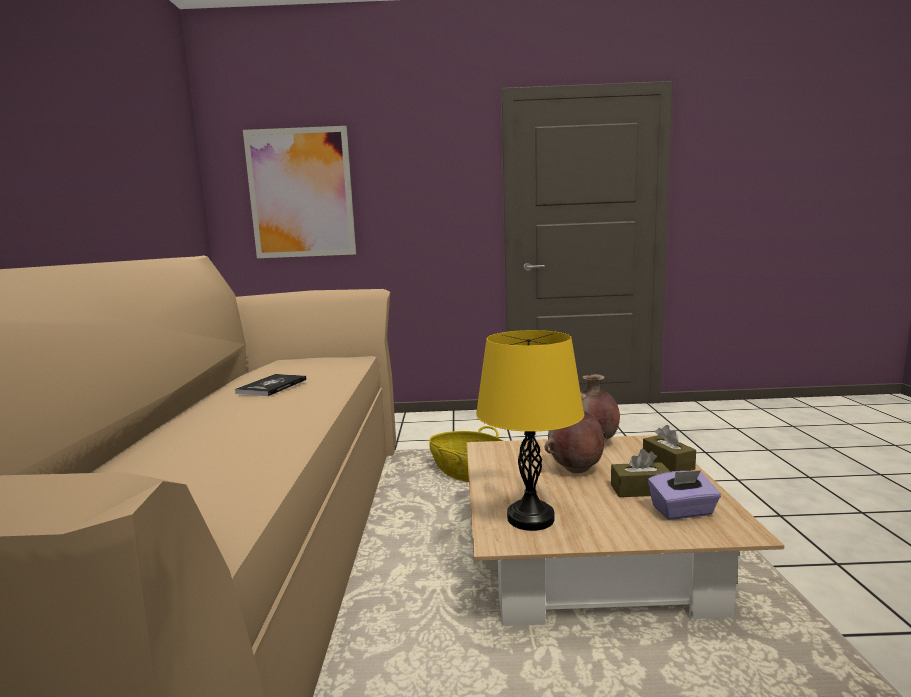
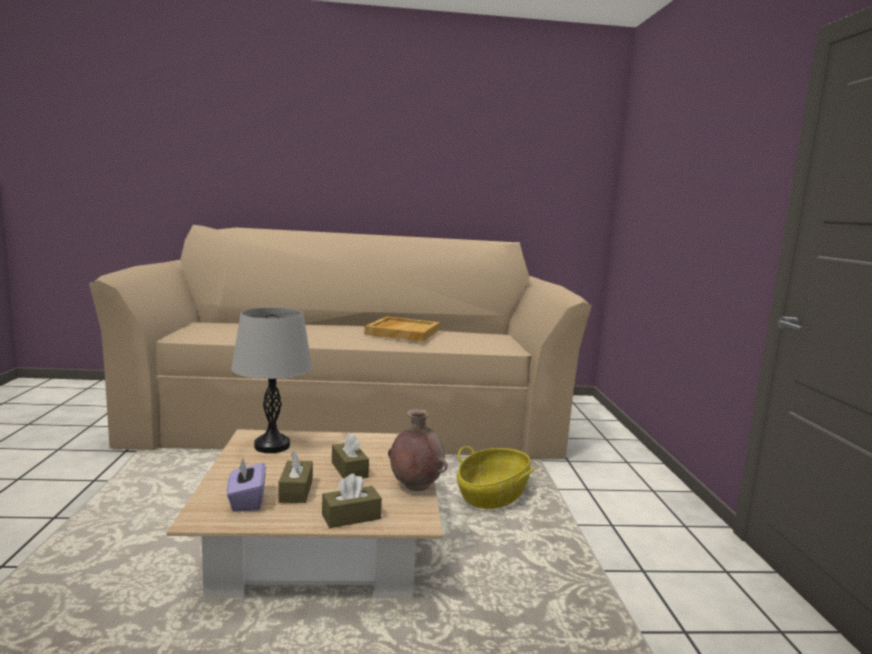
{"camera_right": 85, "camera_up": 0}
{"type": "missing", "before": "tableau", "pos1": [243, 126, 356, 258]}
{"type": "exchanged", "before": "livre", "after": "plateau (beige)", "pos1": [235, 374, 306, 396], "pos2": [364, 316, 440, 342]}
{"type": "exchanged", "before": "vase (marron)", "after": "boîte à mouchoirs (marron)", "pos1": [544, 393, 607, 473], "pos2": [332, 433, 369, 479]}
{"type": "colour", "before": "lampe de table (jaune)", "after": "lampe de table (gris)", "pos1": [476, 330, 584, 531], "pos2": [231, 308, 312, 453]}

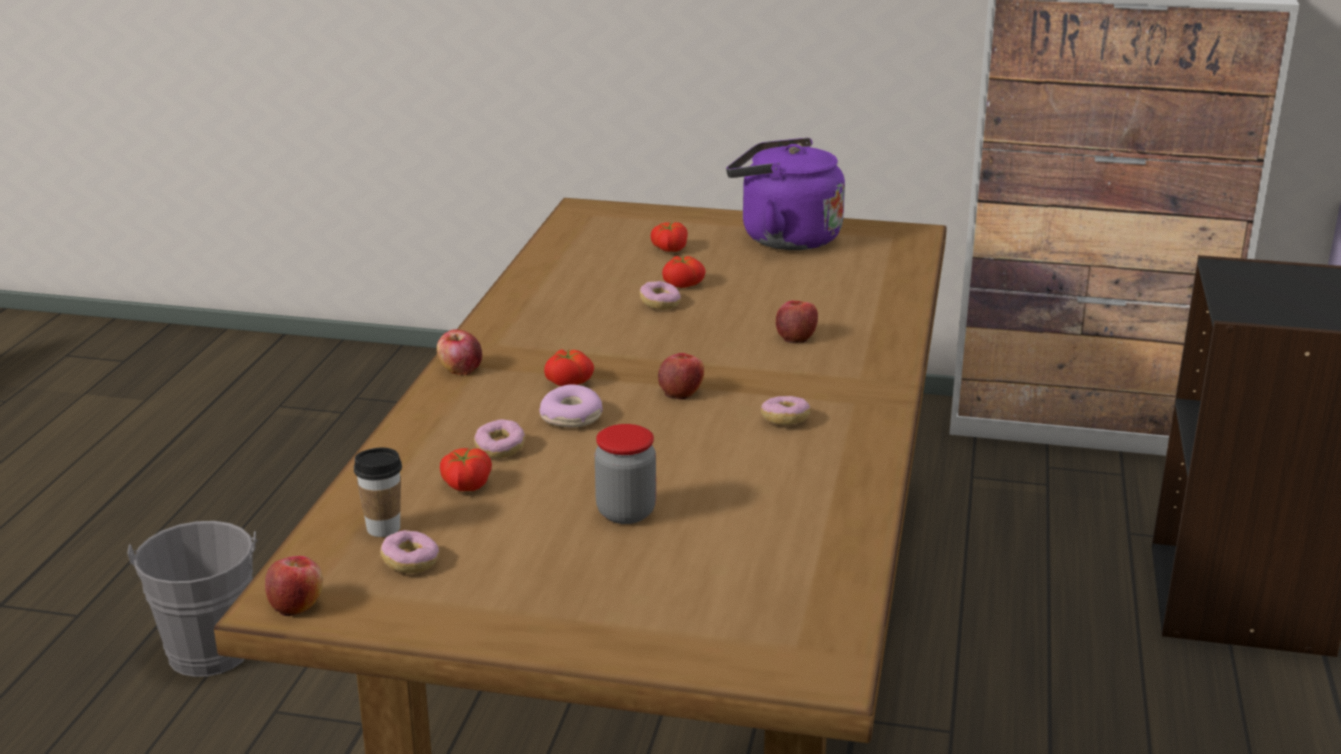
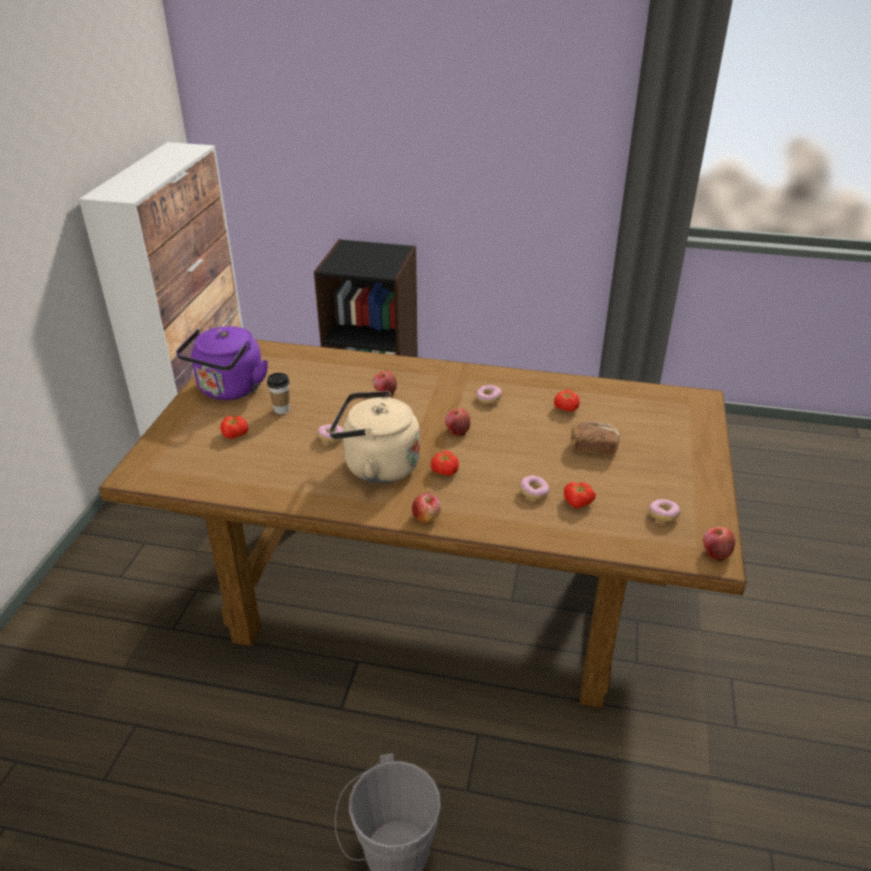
{"camera_right": -90, "camera_up": 10}
{"type": "missing", "before": "beignet", "pos1": [539, 385, 603, 428]}
{"type": "appeared", "after": "bouilloire (beige)", "pos2": [329, 391, 420, 483]}
{"type": "relocated", "before": "tasse", "pos1": [354, 448, 402, 537], "pos2": [267, 373, 290, 414]}
{"type": "relocated", "before": "tomate", "pos1": [662, 256, 706, 288], "pos2": [554, 390, 580, 412]}
{"type": "exchanged", "before": "bocal", "after": "pain", "pos1": [595, 424, 656, 524], "pos2": [571, 421, 620, 455]}

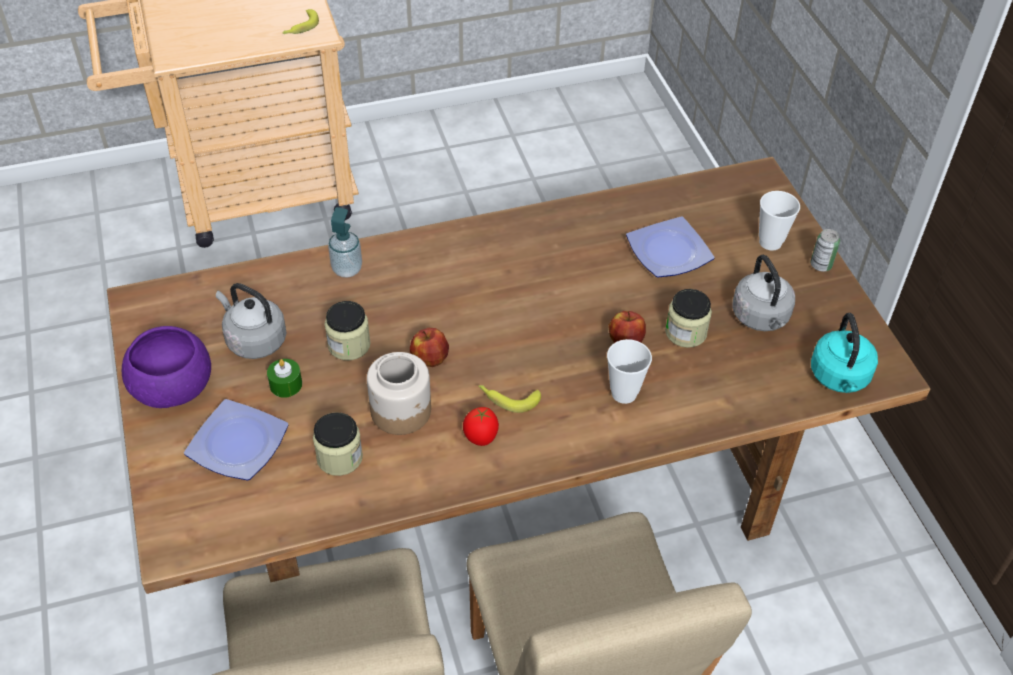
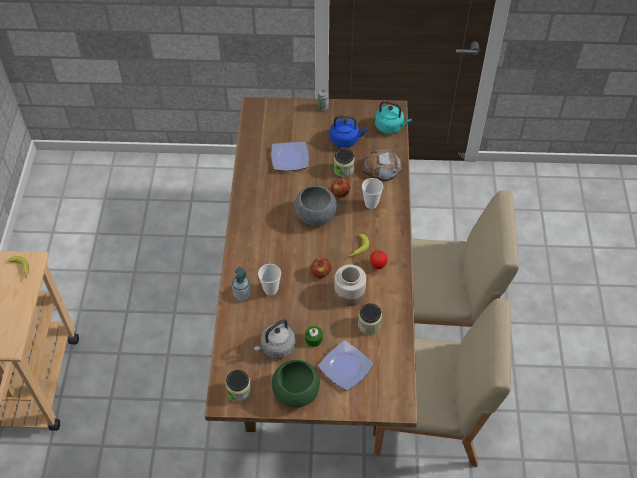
{"camera_right": -70, "camera_up": 5}
{"type": "appeared", "after": "bol (gris)", "pos2": [295, 186, 337, 226]}
{"type": "appeared", "after": "pain", "pos2": [363, 149, 402, 181]}
{"type": "relocated", "before": "bocal", "pos1": [324, 301, 371, 360], "pos2": [225, 370, 252, 403]}
{"type": "relocated", "before": "tasse", "pos1": [759, 191, 800, 251], "pos2": [258, 264, 281, 296]}
{"type": "colour", "before": "bol (violet)", "after": "bol (vert)", "pos1": [122, 326, 211, 408], "pos2": [272, 360, 320, 408]}
{"type": "colour", "before": "bouilloire (gris)", "after": "bouilloire (bleu)", "pos1": [732, 255, 795, 331], "pos2": [330, 115, 368, 148]}

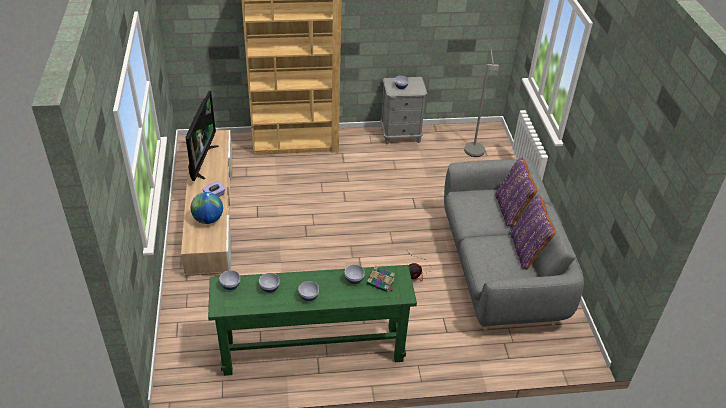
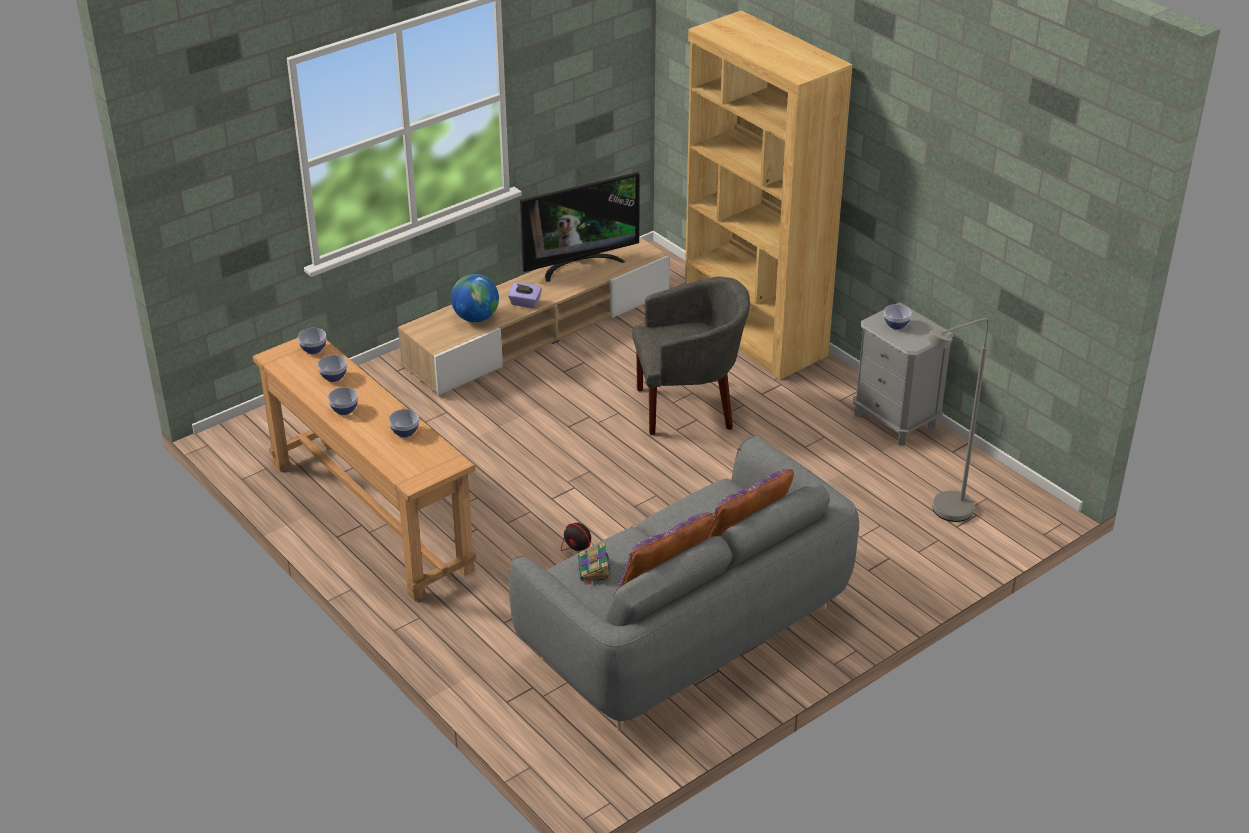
{"camera_right": 60, "camera_up": -5}
{"type": "appeared", "after": "fauteuil (gris)", "pos2": [632, 277, 750, 435]}
{"type": "relocated", "before": "livre", "pos1": [367, 266, 395, 292], "pos2": [578, 542, 611, 584]}
{"type": "colour", "before": "table console (vert)", "after": "table console (marron)", "pos1": [208, 265, 417, 376], "pos2": [252, 338, 476, 601]}

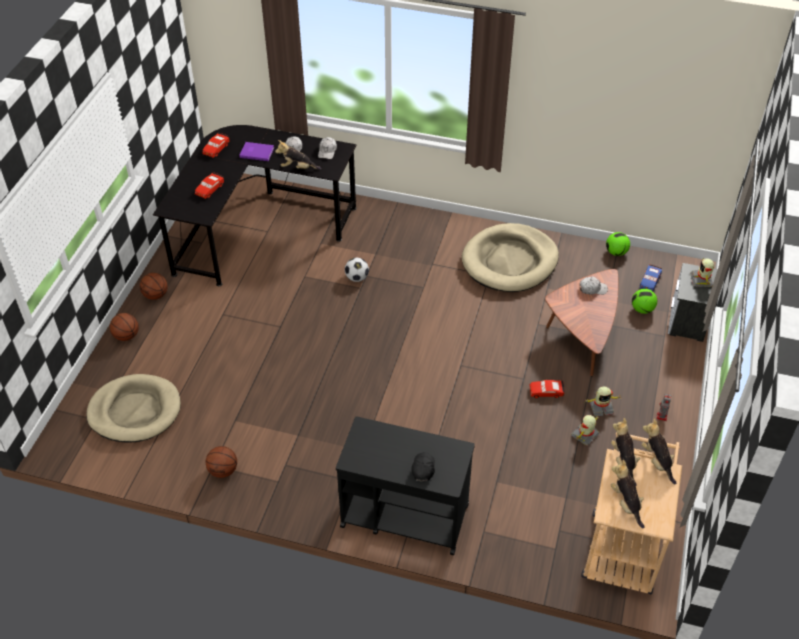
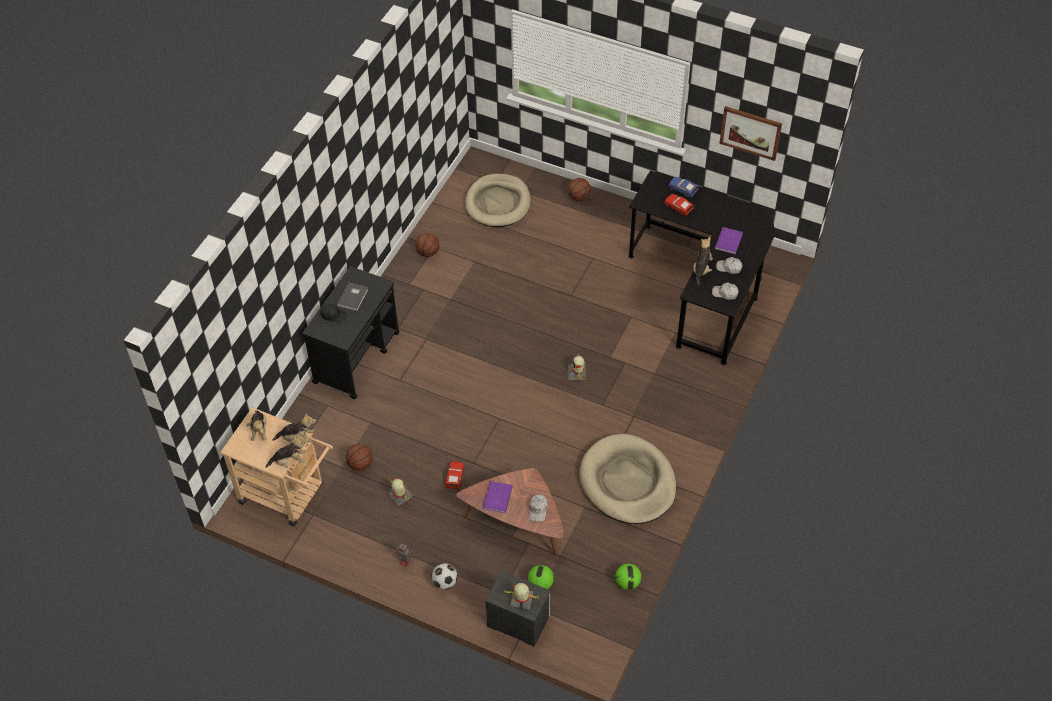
{"camera_right": 100, "camera_up": 5}
{"type": "missing", "before": "petite voiture (rouge)", "pos1": [202, 133, 229, 158]}
{"type": "appeared", "after": "livre (gris)", "pos2": [337, 282, 368, 311]}
{"type": "appeared", "after": "livre (violet)", "pos2": [483, 481, 513, 513]}
{"type": "appeared", "after": "tableau", "pos2": [719, 106, 782, 161]}
{"type": "relocated", "before": "ballon de basket", "pos1": [140, 273, 168, 300], "pos2": [346, 444, 373, 471]}
{"type": "relocated", "before": "ballon de foot", "pos1": [345, 258, 369, 282], "pos2": [431, 563, 458, 589]}
{"type": "relocated", "before": "robot jouet", "pos1": [584, 386, 622, 417], "pos2": [568, 354, 586, 380]}
{"type": "relocated", "before": "petite voiture (bleu)", "pos1": [640, 264, 662, 291], "pos2": [668, 177, 699, 197]}
{"type": "spun", "before": "peluche", "pos1": [611, 460, 645, 528], "pos2": [247, 410, 267, 441], "turn": 90}

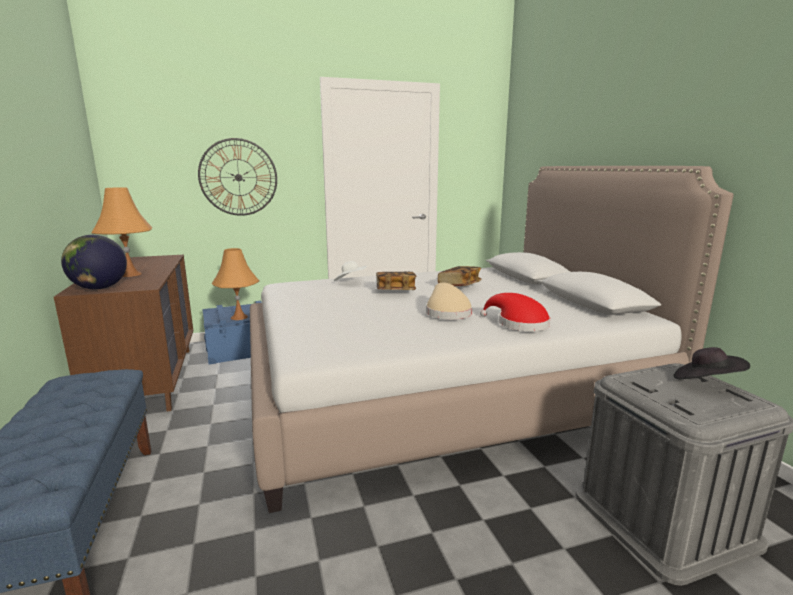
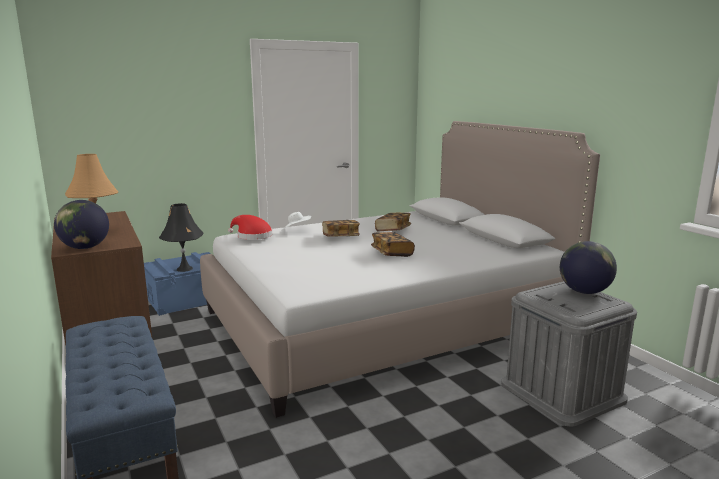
{"camera_right": -10, "camera_up": 0}
{"type": "missing", "before": "horloge murale", "pos1": [198, 138, 277, 216]}
{"type": "relocated", "before": "chapeau (rouge)", "pos1": [480, 293, 550, 331], "pos2": [228, 215, 272, 240]}
{"type": "exchanged", "before": "chapeau (beige)", "after": "livre", "pos1": [426, 283, 472, 319], "pos2": [371, 232, 415, 257]}
{"type": "exchanged", "before": "chapeau (noir)", "after": "globe", "pos1": [674, 347, 750, 379], "pos2": [560, 241, 617, 294]}
{"type": "colour", "before": "lampe de table (orange)", "after": "lampe de table (noir)", "pos1": [212, 248, 259, 320], "pos2": [159, 203, 204, 272]}

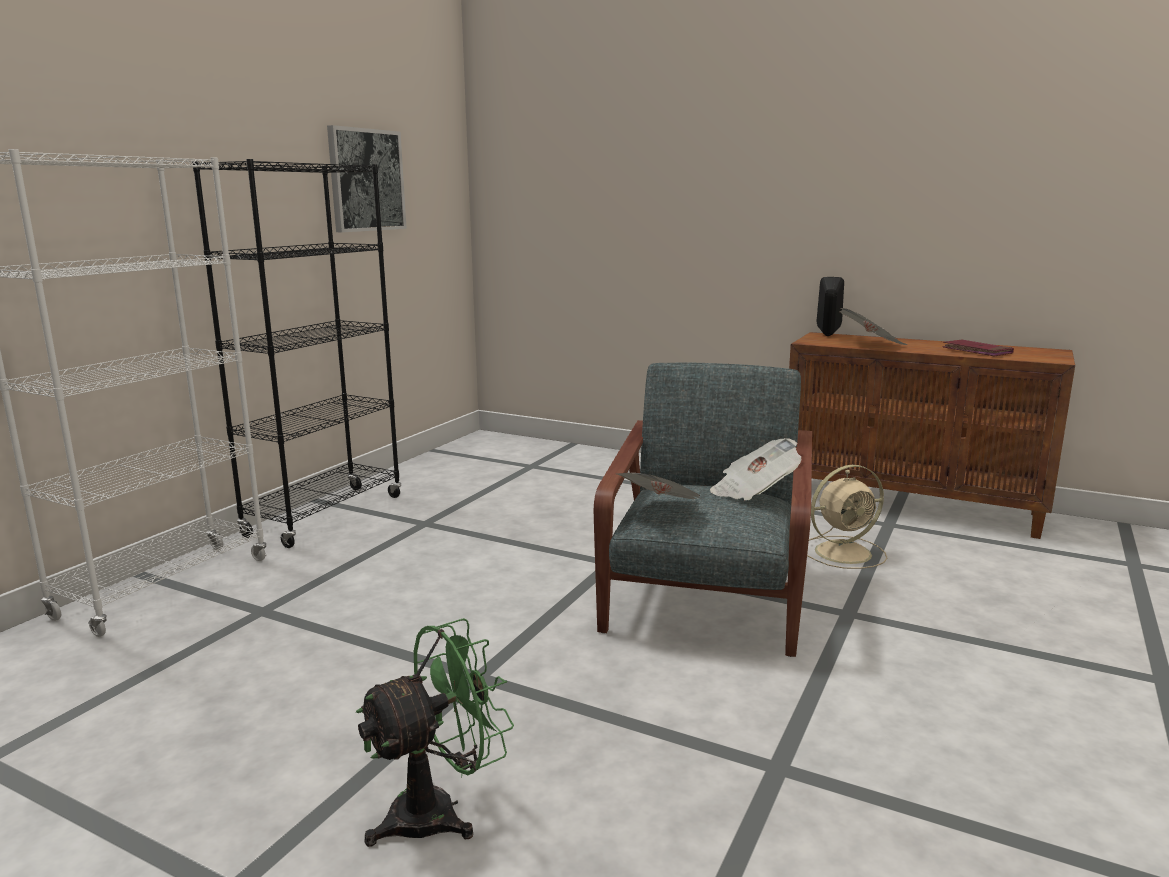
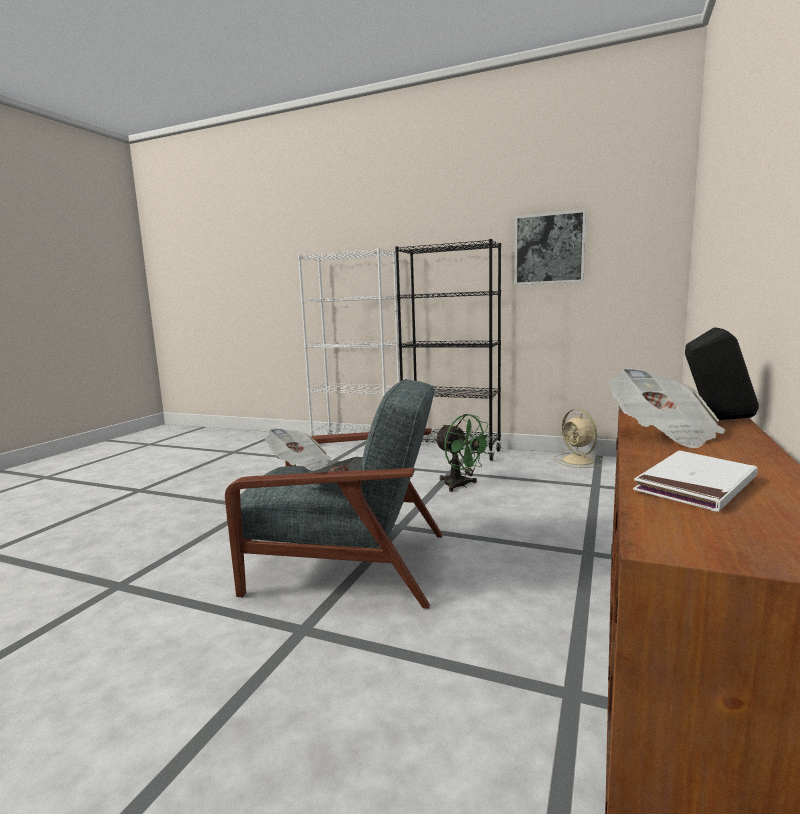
{"camera_right": 85, "camera_up": -5}
{"type": "relocated", "before": "ventilateur (vert)", "pos1": [356, 618, 514, 847], "pos2": [434, 414, 492, 492]}
{"type": "relocated", "before": "ventilateur (beige)", "pos1": [807, 465, 888, 569], "pos2": [554, 409, 605, 468]}
{"type": "colour", "before": "livre (rouge)", "after": "livre (blanc)", "pos1": [942, 339, 1014, 357], "pos2": [633, 451, 758, 512]}

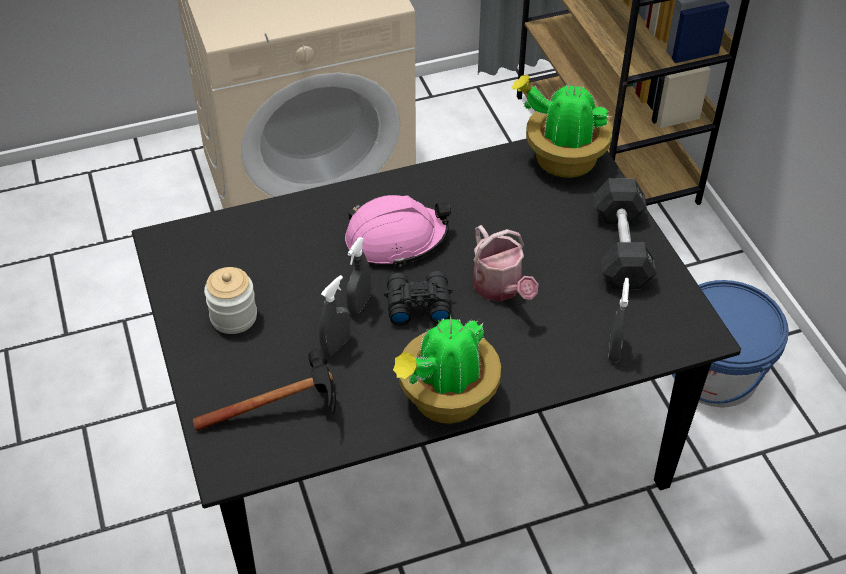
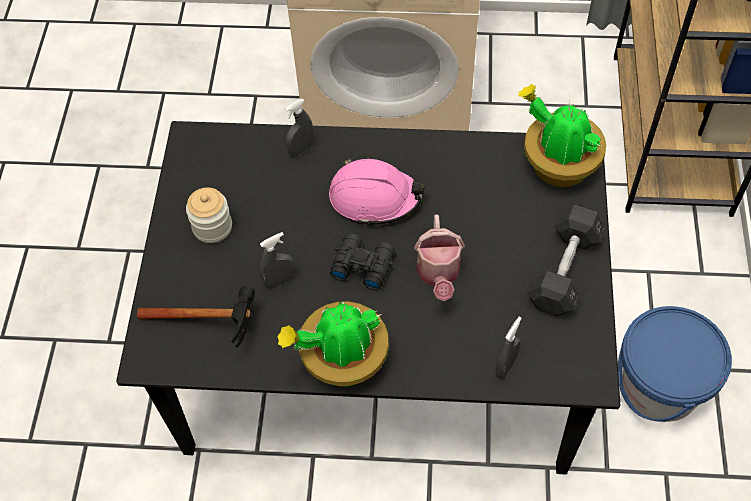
{"camera_right": 25, "camera_up": 10}
{"type": "relocated", "before": "vaporisateur (gris)", "pos1": [346, 237, 371, 315], "pos2": [285, 99, 314, 158]}

